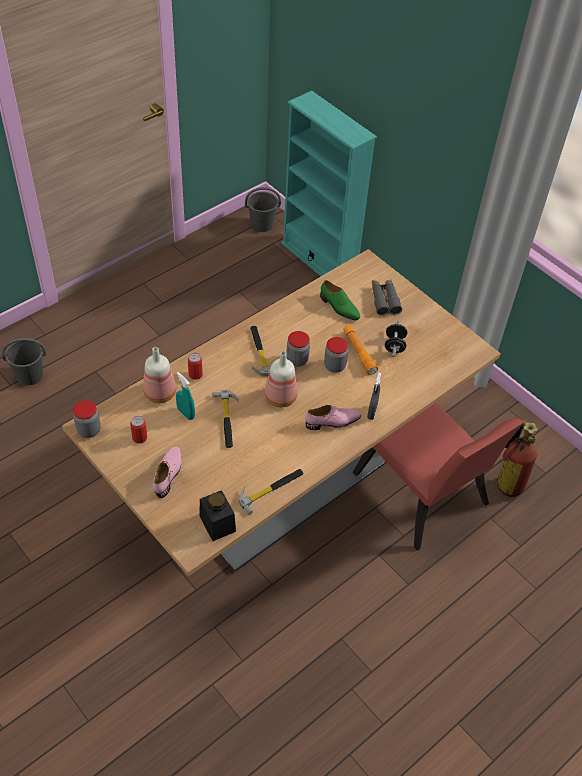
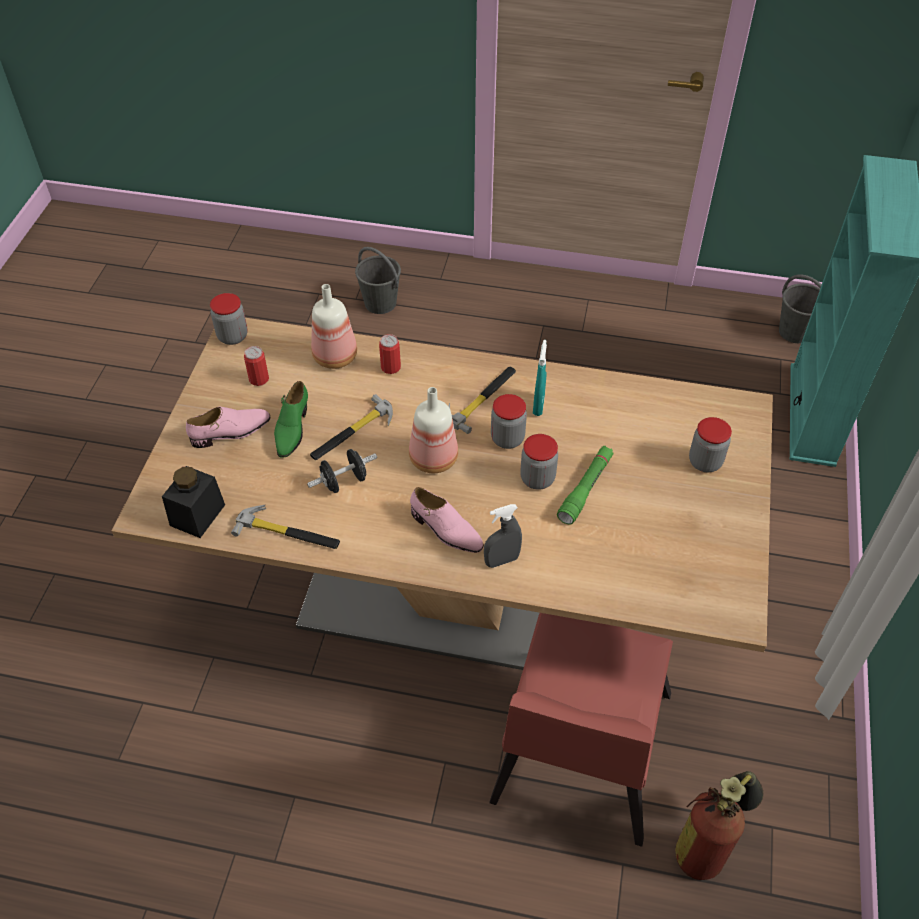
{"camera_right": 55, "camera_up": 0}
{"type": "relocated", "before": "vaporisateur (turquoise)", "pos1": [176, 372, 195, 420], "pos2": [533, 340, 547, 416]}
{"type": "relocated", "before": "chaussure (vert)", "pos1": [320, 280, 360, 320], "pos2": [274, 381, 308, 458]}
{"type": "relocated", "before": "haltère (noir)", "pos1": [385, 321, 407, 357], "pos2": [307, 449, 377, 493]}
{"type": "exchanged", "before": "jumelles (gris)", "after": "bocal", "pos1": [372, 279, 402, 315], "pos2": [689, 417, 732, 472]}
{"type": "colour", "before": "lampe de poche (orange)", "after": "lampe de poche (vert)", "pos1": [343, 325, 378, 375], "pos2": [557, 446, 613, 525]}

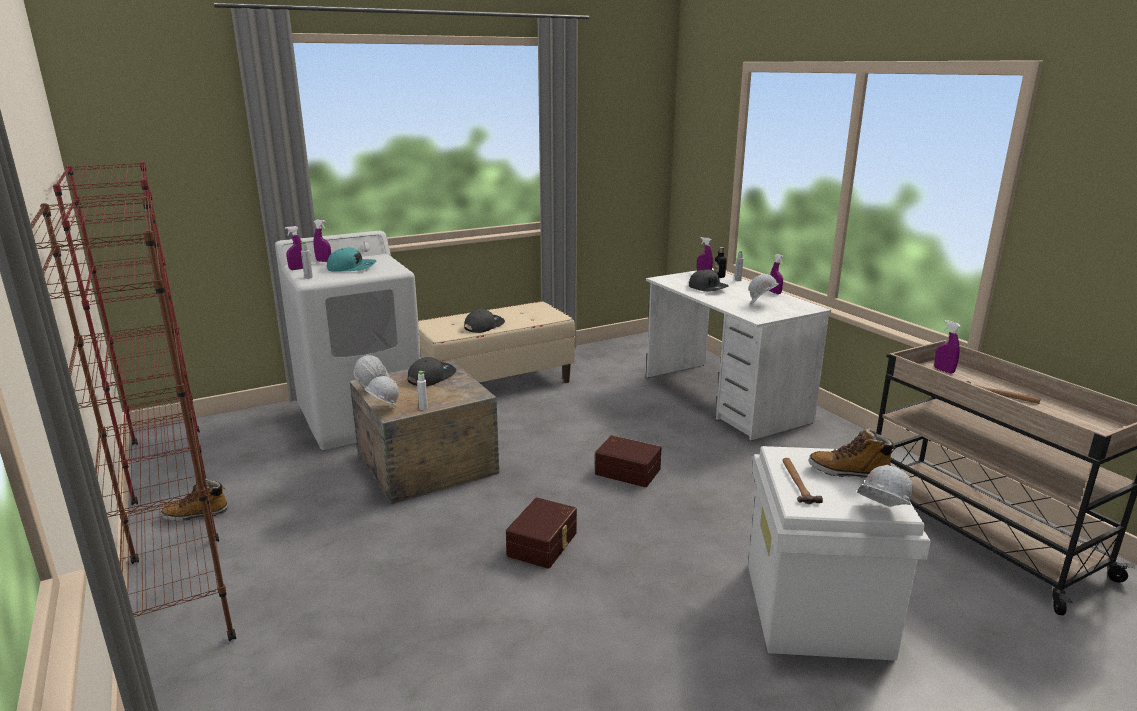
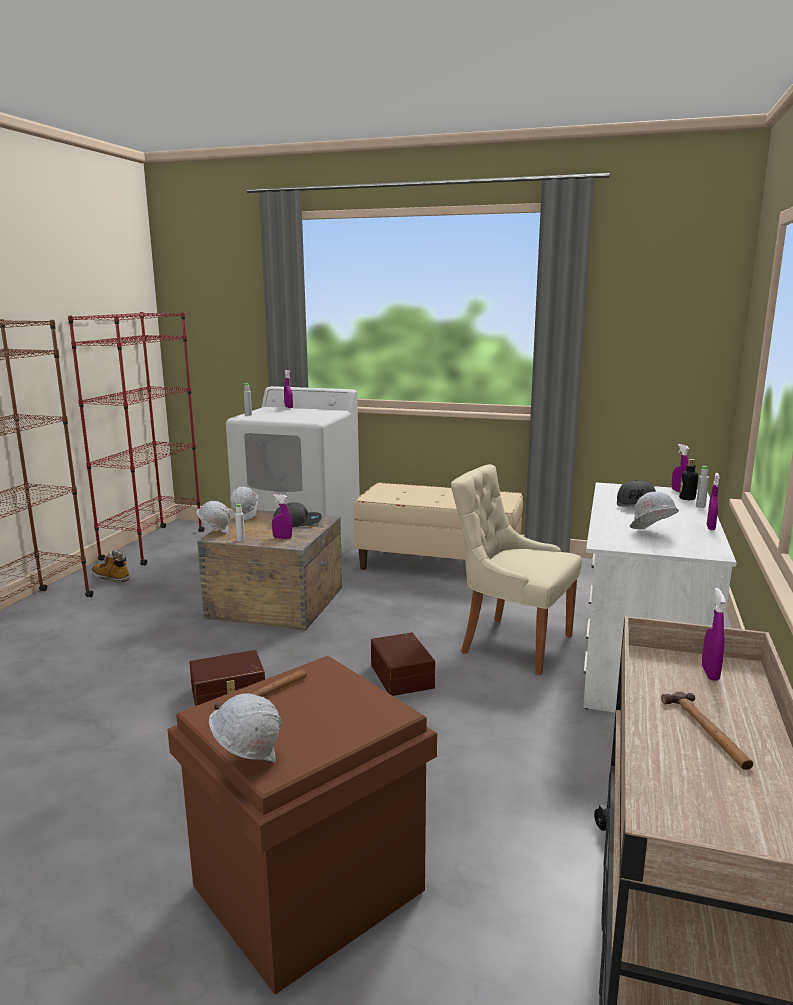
{"camera_right": 45, "camera_up": -5}
{"type": "missing", "before": "casquette (turquoise)", "pos1": [327, 248, 377, 272]}
{"type": "missing", "before": "casquette (gris)", "pos1": [464, 309, 505, 333]}
{"type": "missing", "before": "botte", "pos1": [808, 427, 896, 478]}
{"type": "appeared", "after": "chaise (beige)", "pos2": [451, 464, 582, 675]}
{"type": "relocated", "before": "vaporisateur (violet)", "pos1": [285, 226, 303, 270], "pos2": [272, 494, 292, 539]}
{"type": "colour", "before": "boîte de rangement (blanc)", "after": "boîte de rangement (marron)", "pos1": [748, 446, 931, 661], "pos2": [167, 656, 437, 994]}

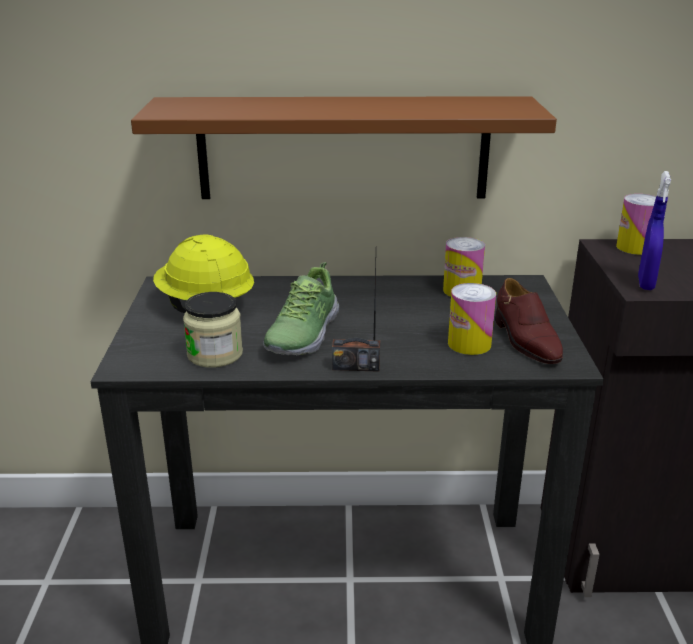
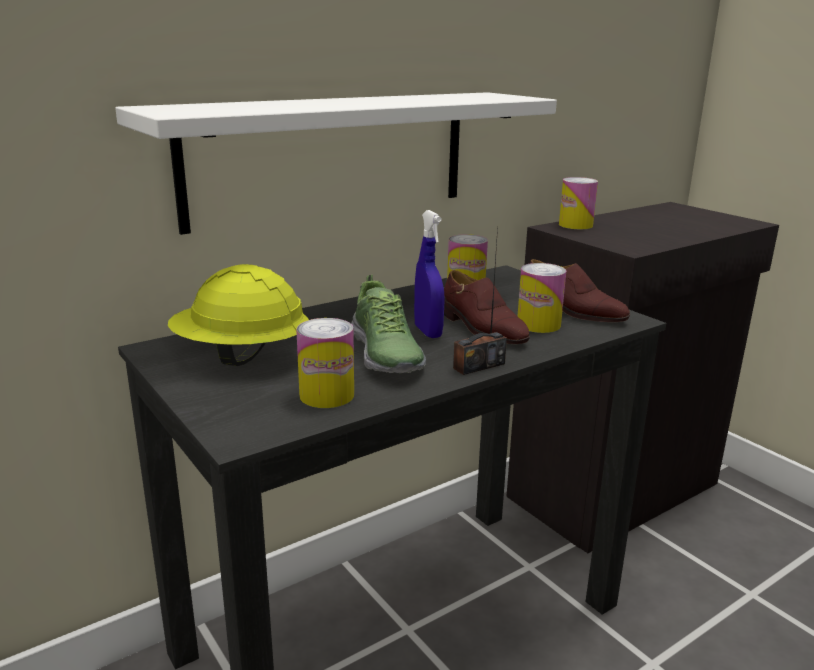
{"camera_right": -35, "camera_up": -5}
{"type": "appeared", "after": "chaussure (marron)", "pos2": [444, 270, 530, 344]}
{"type": "relocated", "before": "vaporisateur (bleu)", "pos1": [638, 171, 671, 290], "pos2": [414, 210, 445, 338]}
{"type": "exchanged", "before": "bocal", "after": "boîte métallique", "pos1": [183, 292, 243, 368], "pos2": [296, 318, 354, 408]}
{"type": "colour", "before": "étagère (marron)", "after": "étagère (blanc)", "pos1": [131, 96, 557, 199], "pos2": [115, 92, 557, 235]}

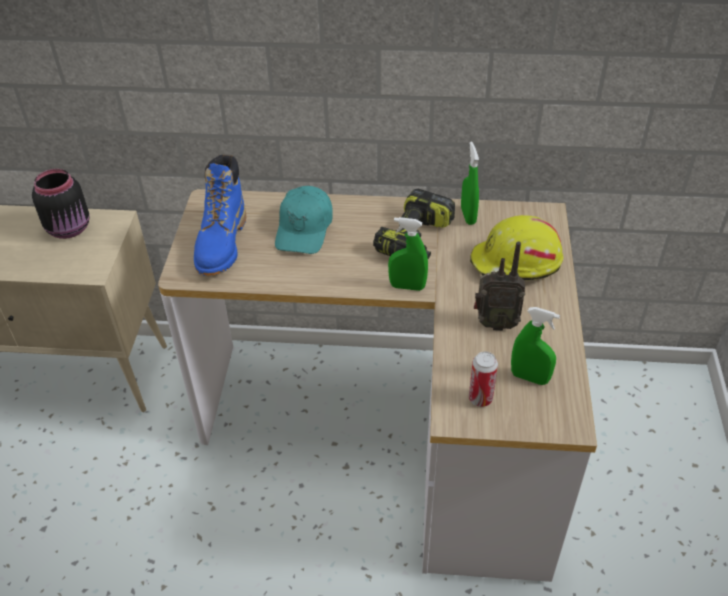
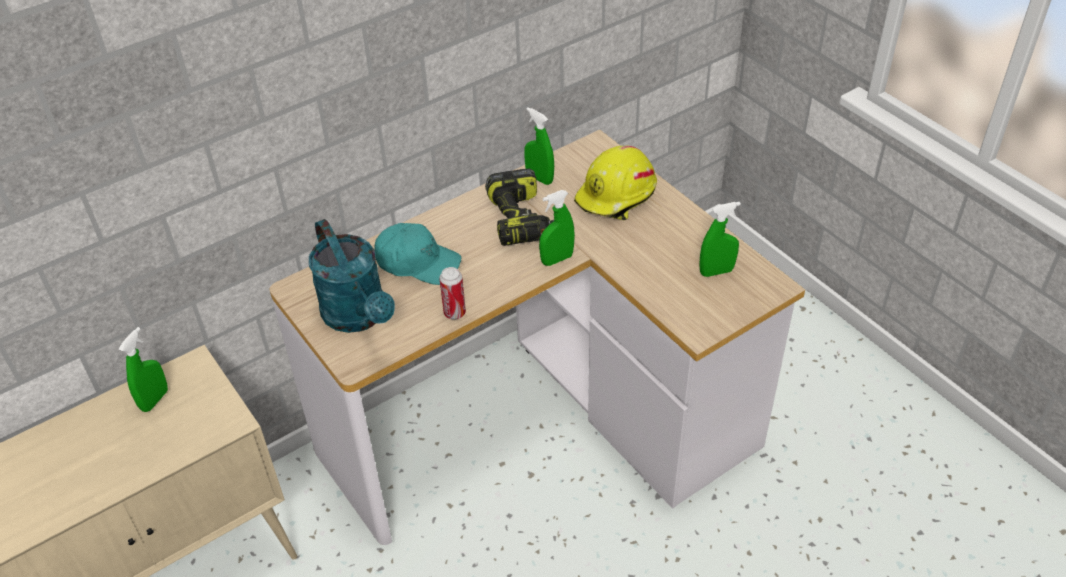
{"camera_right": -40, "camera_up": 0}
{"type": "missing", "before": "radio", "pos1": [474, 241, 525, 331]}
{"type": "relocated", "before": "boîte métallique", "pos1": [469, 352, 498, 407], "pos2": [439, 267, 466, 320]}
{"type": "exchanged", "before": "bocal (noir)", "after": "vaporisateur (vert)", "pos1": [32, 169, 90, 239], "pos2": [119, 327, 168, 412]}
{"type": "exchanged", "before": "botte (bleu)", "after": "arrosoir (turquoise)", "pos1": [194, 155, 246, 276], "pos2": [309, 219, 395, 333]}
{"type": "spun", "before": "casquette (turquoise)", "pos1": [275, 186, 333, 254], "pos2": [374, 223, 461, 285], "turn": -45}

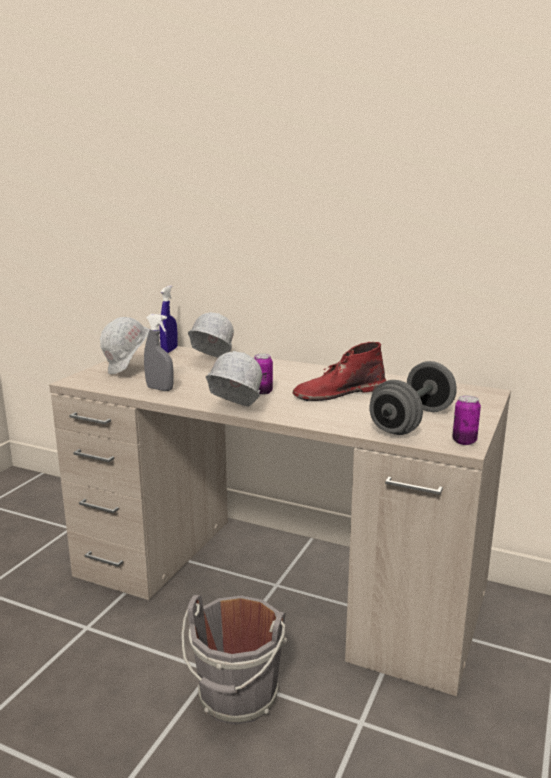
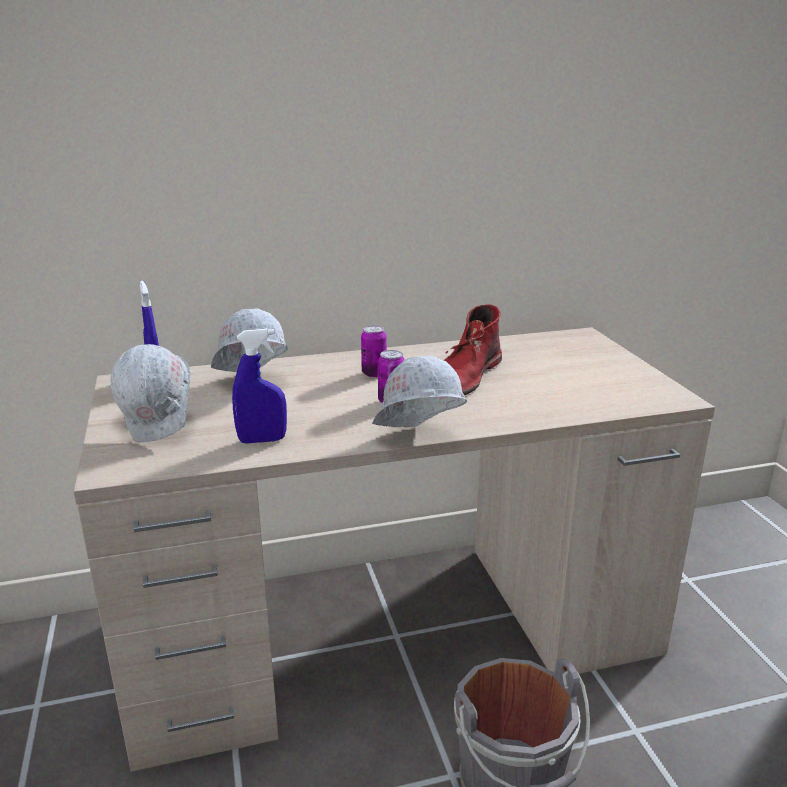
{"camera_right": -40, "camera_up": 5}
{"type": "missing", "before": "haltère (gris)", "pos1": [369, 361, 457, 435]}
{"type": "relocated", "before": "boîte métallique", "pos1": [452, 395, 481, 445], "pos2": [361, 325, 387, 377]}
{"type": "colour", "before": "vaporisateur (gris)", "after": "vaporisateur (bleu)", "pos1": [144, 314, 174, 391], "pos2": [232, 328, 287, 443]}

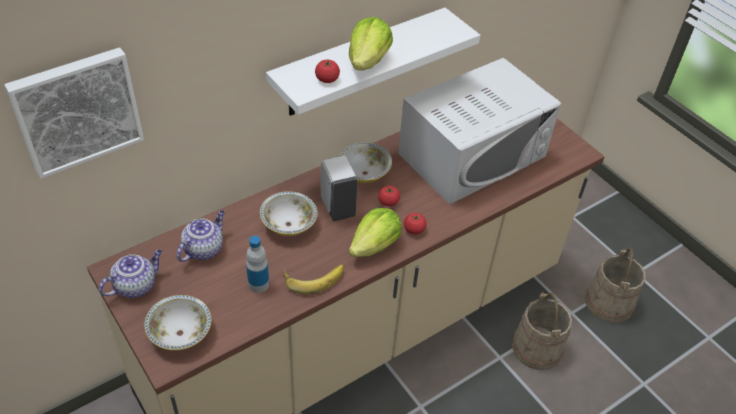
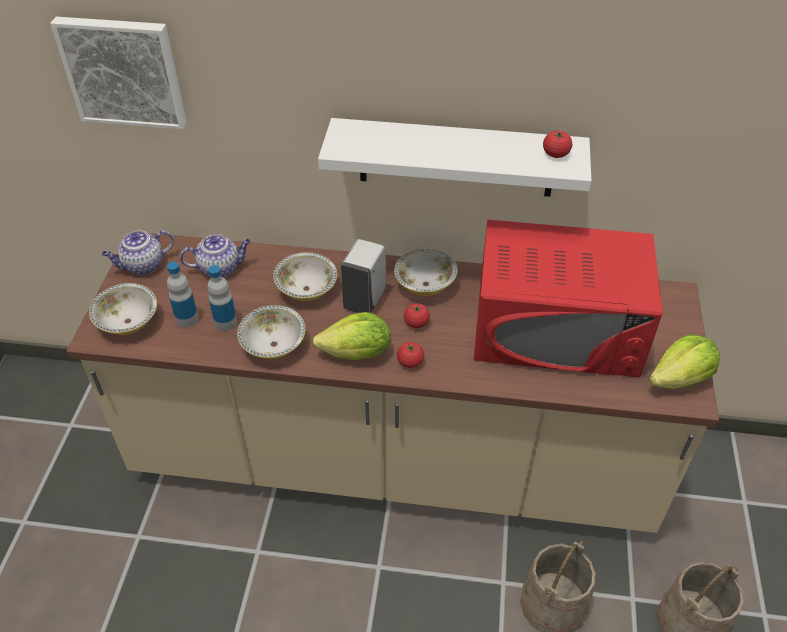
{"camera_right": 45, "camera_up": 0}
{"type": "appeared", "after": "bouteille", "pos2": [167, 262, 198, 327]}
{"type": "relocated", "before": "tomate", "pos1": [315, 60, 340, 83], "pos2": [543, 130, 572, 158]}
{"type": "relocated", "before": "laitue", "pos1": [349, 17, 393, 71], "pos2": [649, 334, 720, 389]}
{"type": "exchanged", "before": "banane", "after": "bol", "pos1": [283, 265, 344, 294], "pos2": [237, 305, 306, 359]}
{"type": "colour", "before": "micro-ondes (blanc)", "after": "micro-ondes (rouge)", "pos1": [398, 58, 561, 204], "pos2": [474, 220, 663, 377]}
{"type": "spun", "before": "théière", "pos1": [99, 249, 162, 298], "pos2": [102, 230, 174, 275], "turn": 150}

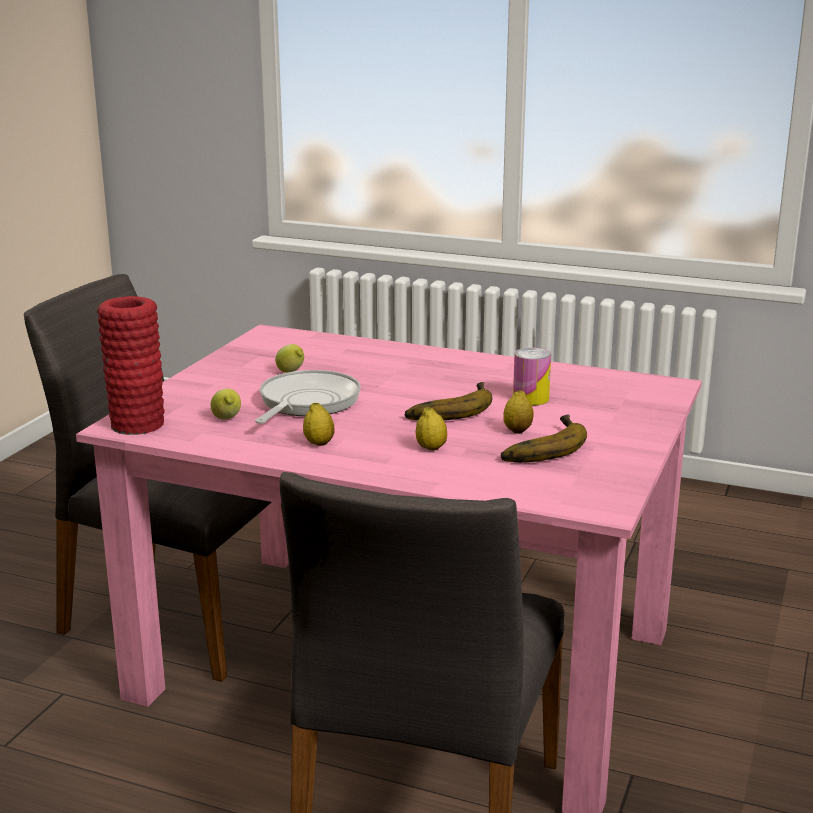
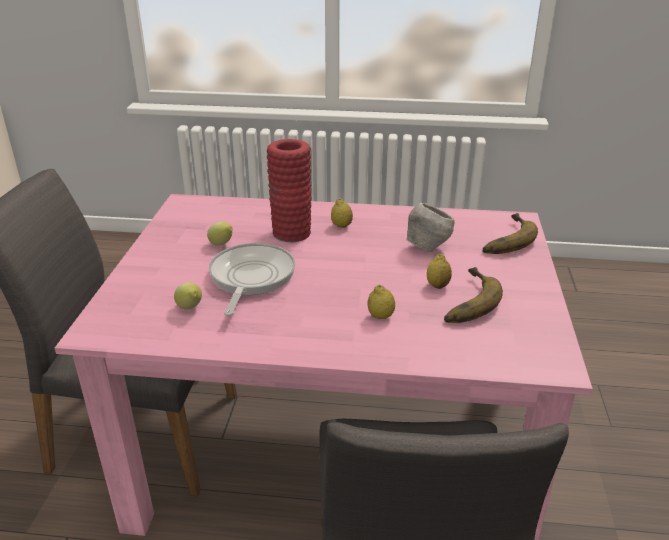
{"camera_right": -15, "camera_up": 10}
{"type": "relocated", "before": "vase (rouge)", "pos1": [97, 296, 165, 435], "pos2": [267, 139, 312, 242]}
{"type": "relocated", "before": "citron", "pos1": [303, 403, 334, 446], "pos2": [331, 198, 353, 228]}
{"type": "relocated", "before": "banane", "pos1": [404, 382, 492, 421], "pos2": [483, 213, 538, 254]}
{"type": "exchanged", "before": "boîte métallique", "after": "bol (gris)", "pos1": [513, 348, 551, 406], "pos2": [406, 203, 455, 252]}

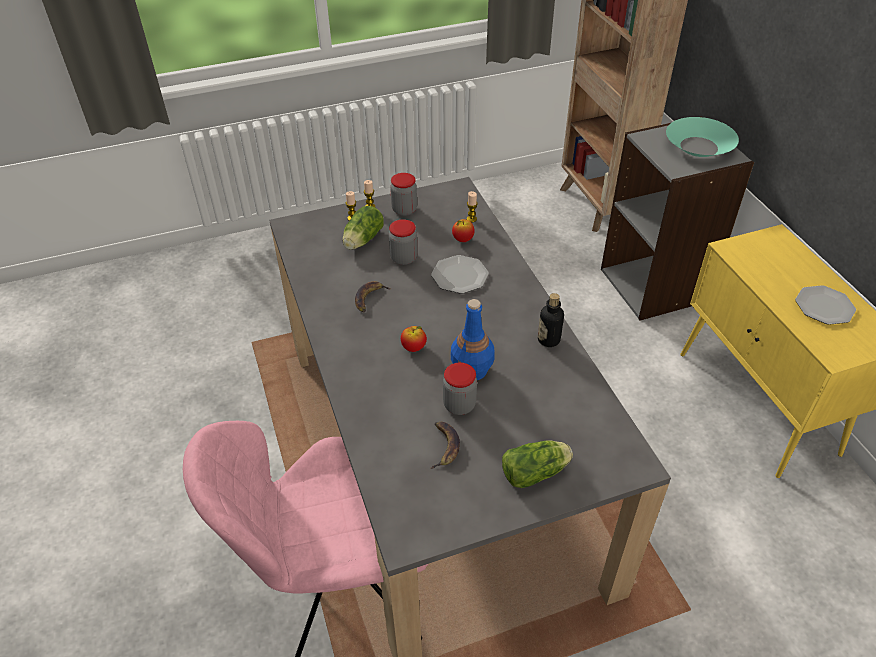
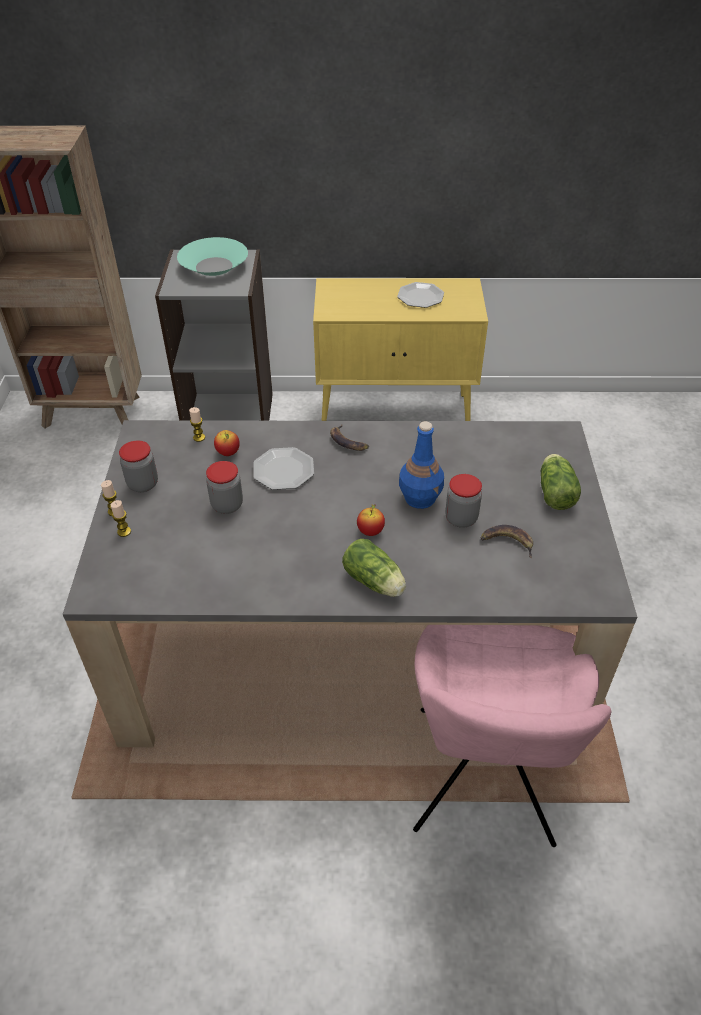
{"camera_right": -70, "camera_up": 0}
{"type": "missing", "before": "bouteille", "pos1": [538, 293, 564, 347]}
{"type": "relocated", "before": "laitue", "pos1": [343, 206, 384, 250], "pos2": [342, 539, 406, 597]}
{"type": "relocated", "before": "banane", "pos1": [355, 281, 392, 313], "pos2": [330, 425, 369, 451]}

